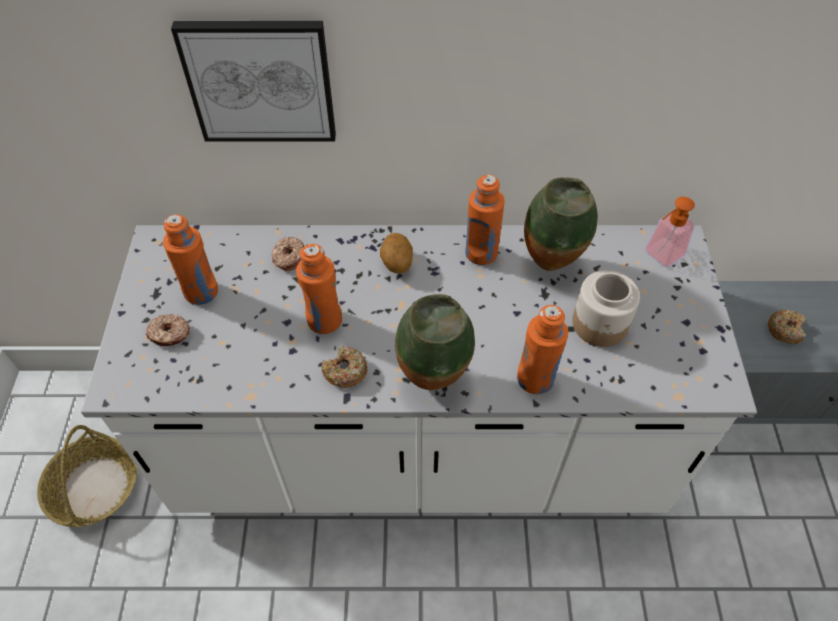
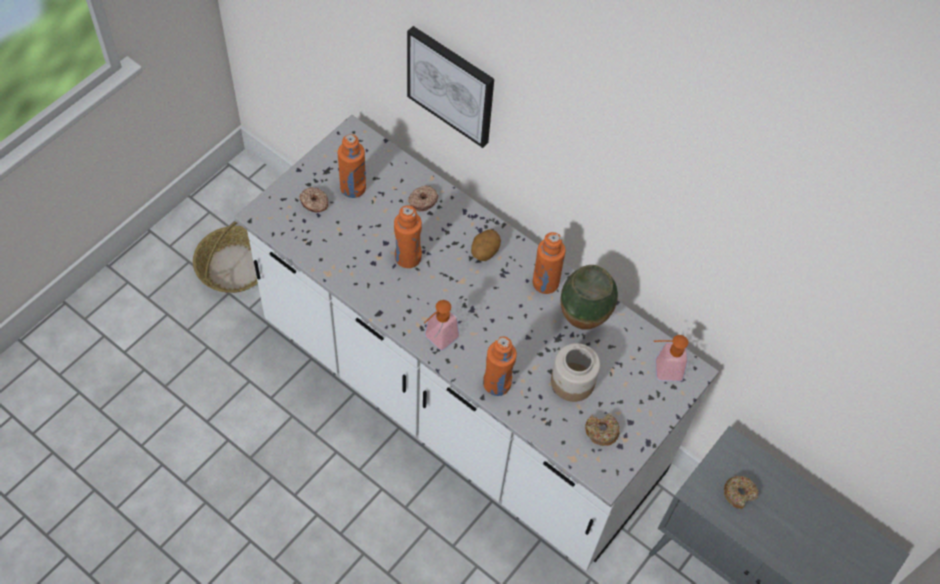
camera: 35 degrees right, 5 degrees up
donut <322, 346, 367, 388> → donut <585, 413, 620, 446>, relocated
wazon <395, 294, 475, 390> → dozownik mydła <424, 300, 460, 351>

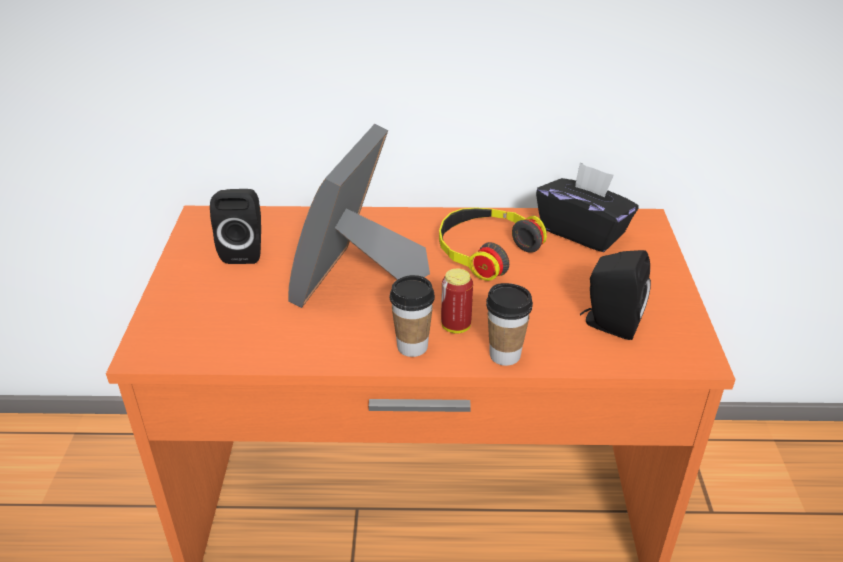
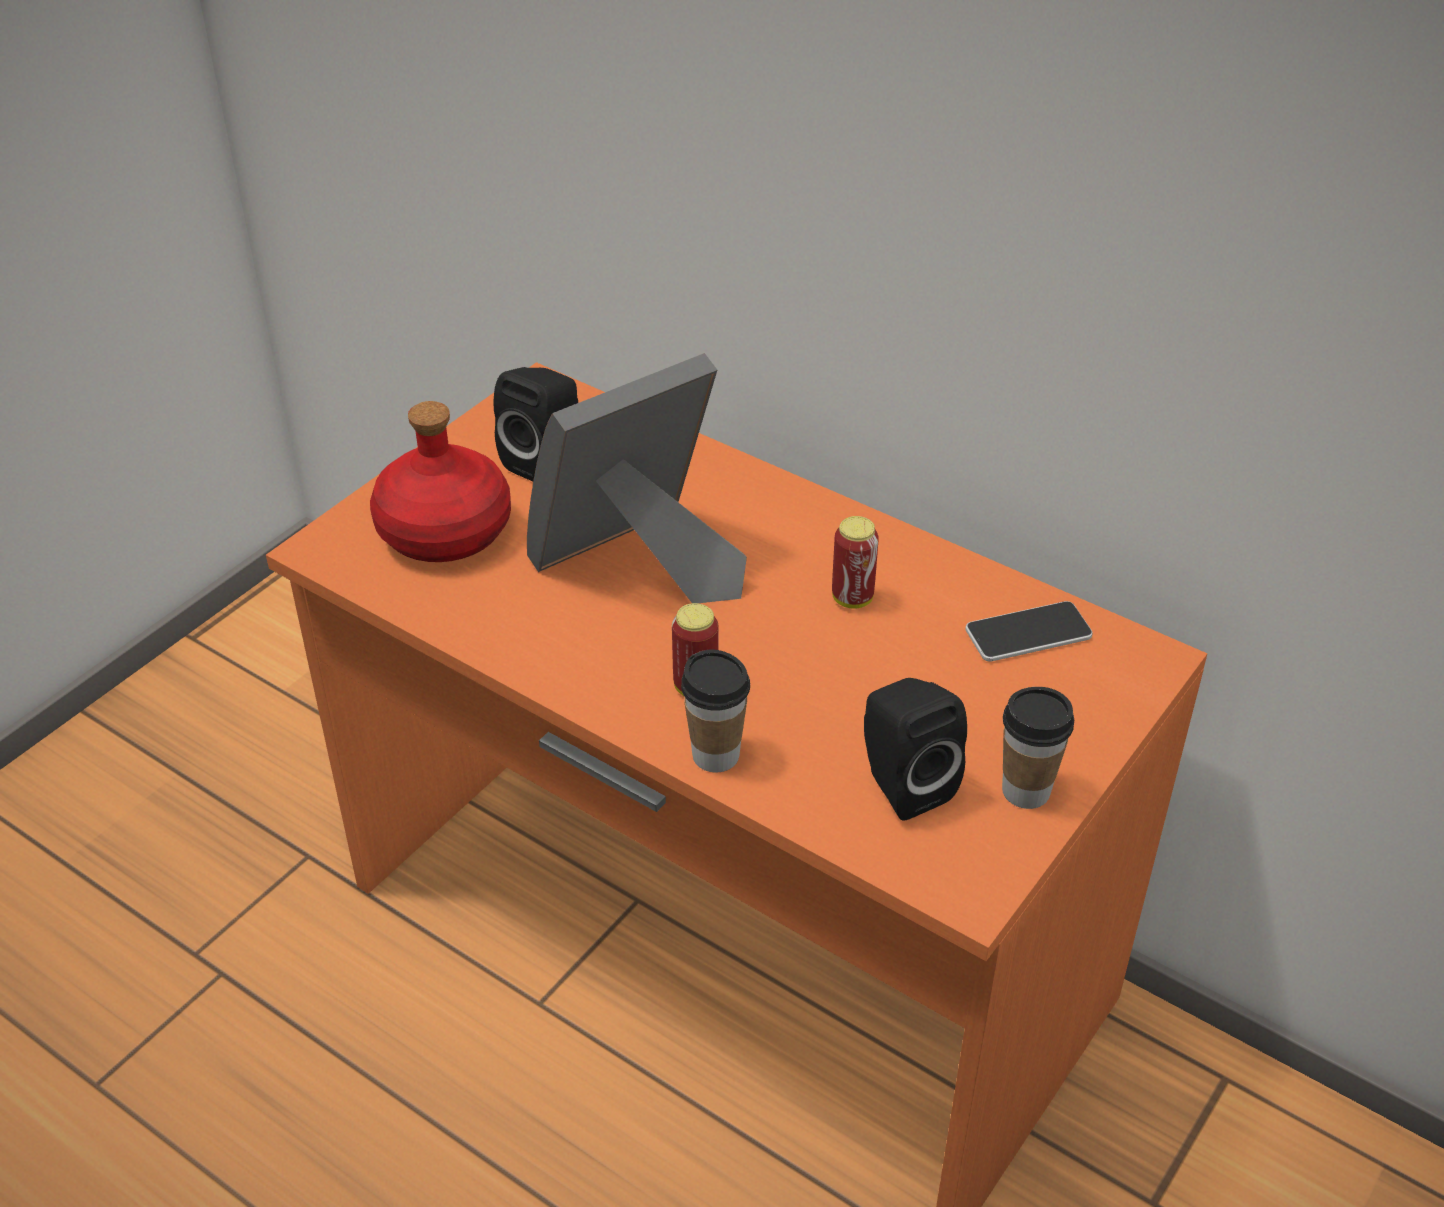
camera: 35 degrees right, 5 degrees up
- → butelka/czerwony <370, 401, 511, 562>
filiżanka <390, 275, 435, 357> → filiżanka <1002, 687, 1074, 809>, relocated
słuchawki <439, 208, 547, 281> → puszka <832, 516, 879, 609>
pudełko chusteczek/czarny <536, 162, 639, 252> → telefon <965, 601, 1093, 662>

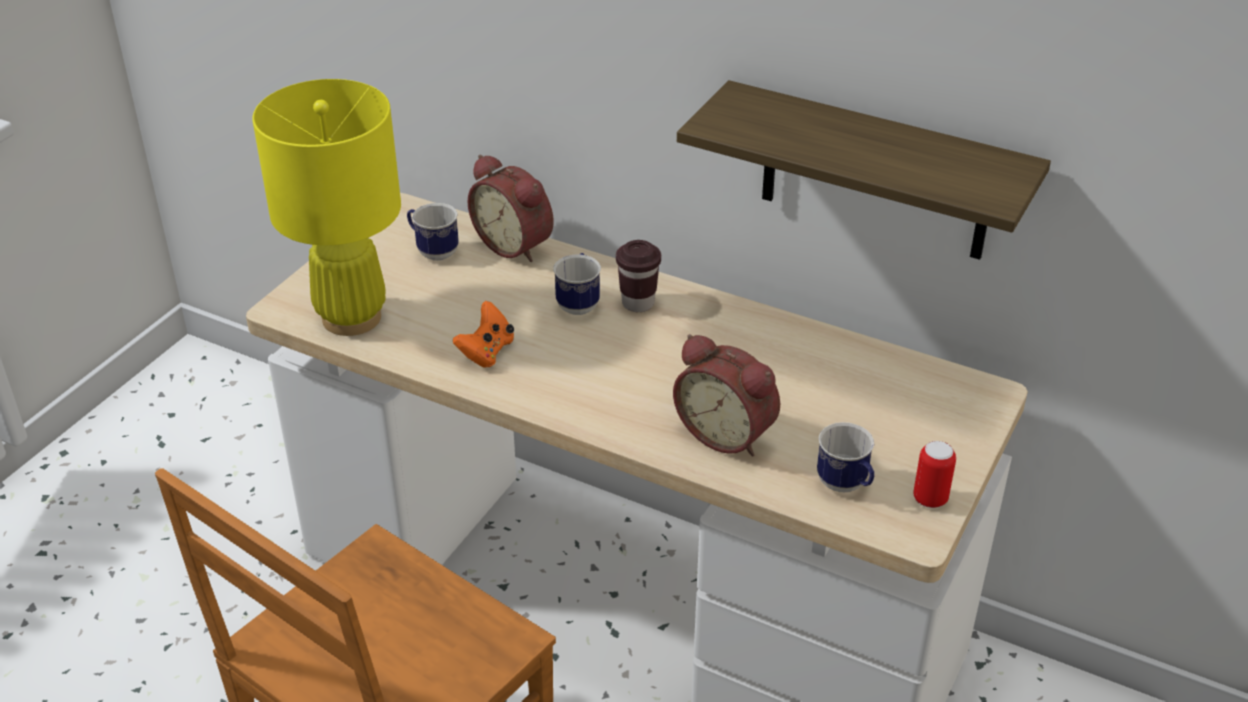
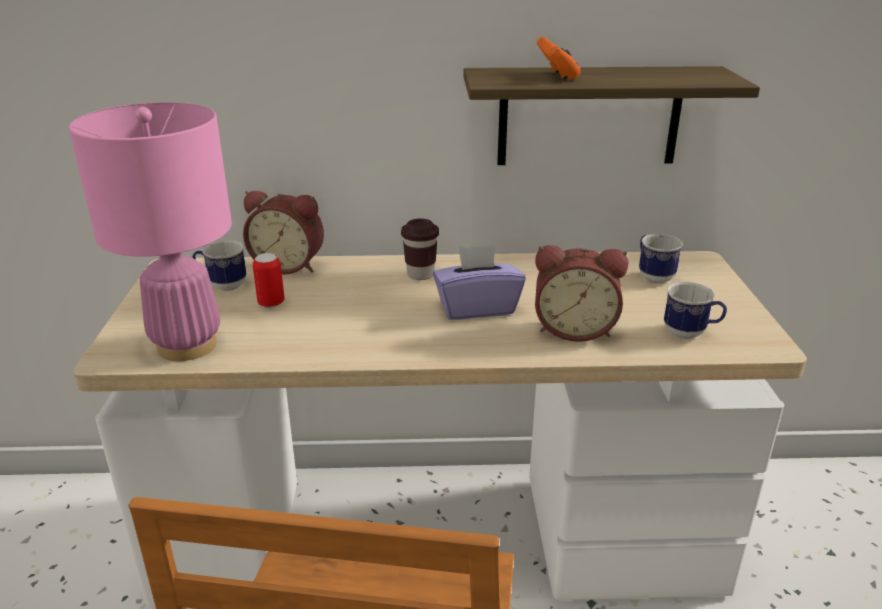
camera: 30 degrees left, 10 degrees down
- → pudełko chusteczek/fioletowy <433, 244, 526, 320>
pad do gier/pomarańczowy <453, 301, 514, 368> → pad do gier/pomarańczowy <537, 37, 581, 80>, relocated
kubek <553, 253, 601, 315> → kubek <639, 234, 683, 284>, relocated
puszka <913, 441, 956, 508> → puszka <253, 253, 284, 308>, relocated
lampa stołowa/żółty <252, 79, 401, 336> → lampa stołowa/różowy <69, 102, 232, 361>

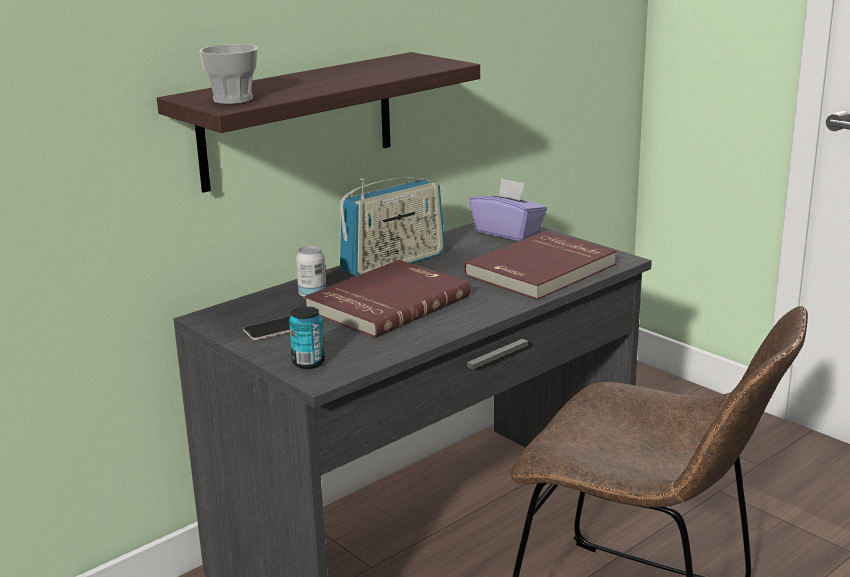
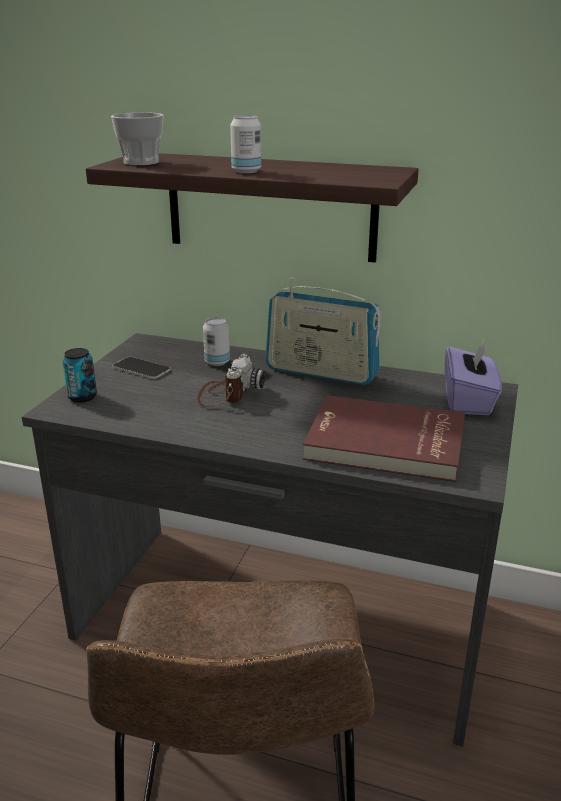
camera: 60 degrees right, 5 degrees up
- → puszka <230, 115, 261, 173>
książka/czerwony <305, 260, 471, 338> → aparat fotograficzny <197, 354, 265, 407>

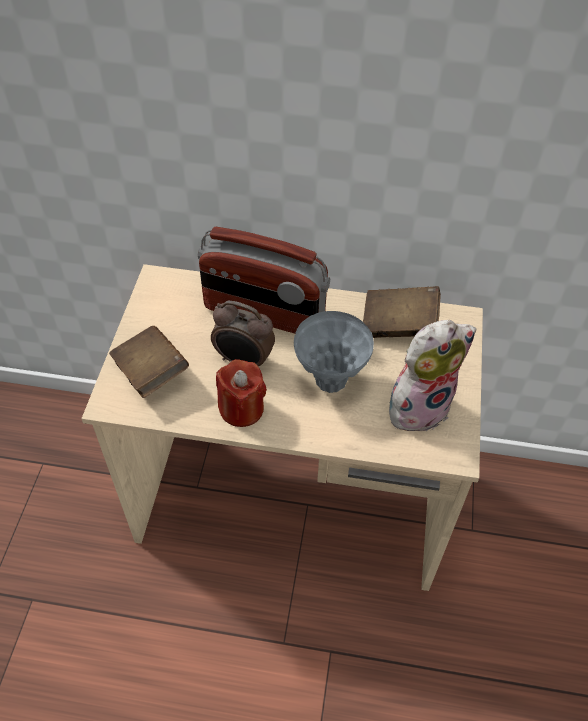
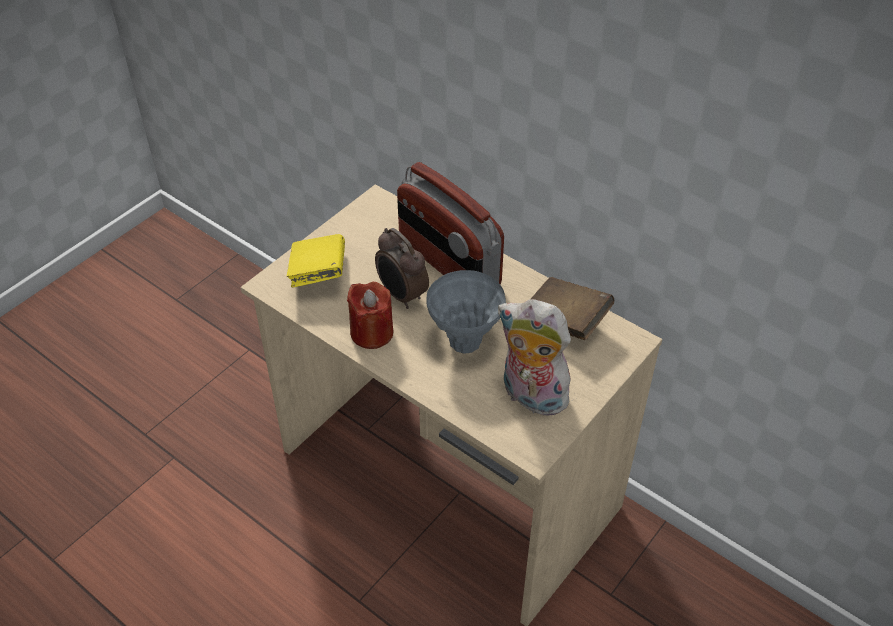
camera: 30 degrees right, 5 degrees down
książka/brązowy <109, 326, 189, 398> → książka/żółty <287, 234, 345, 288>
pluszak <389, 320, 476, 436> → pluszak <498, 299, 571, 417>, 150 degrees counterclockwise

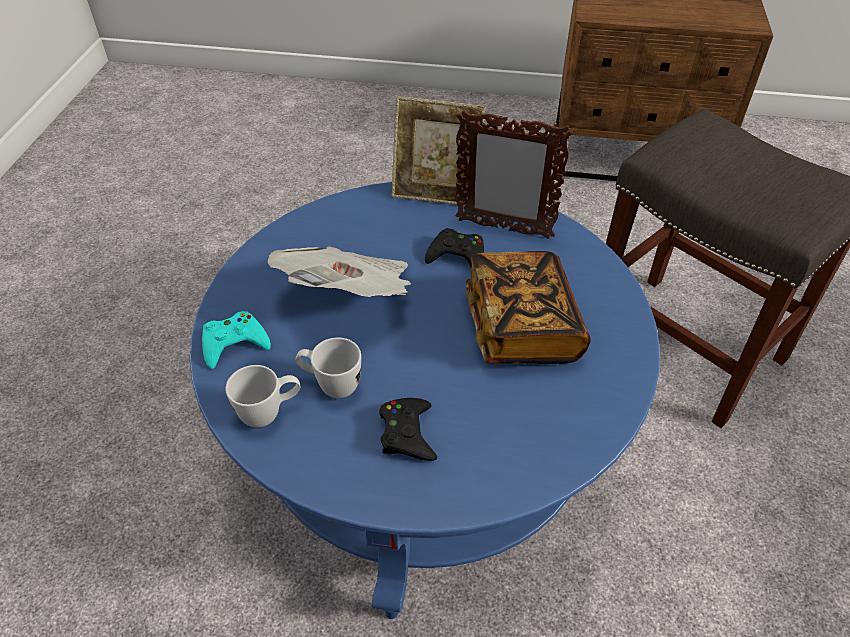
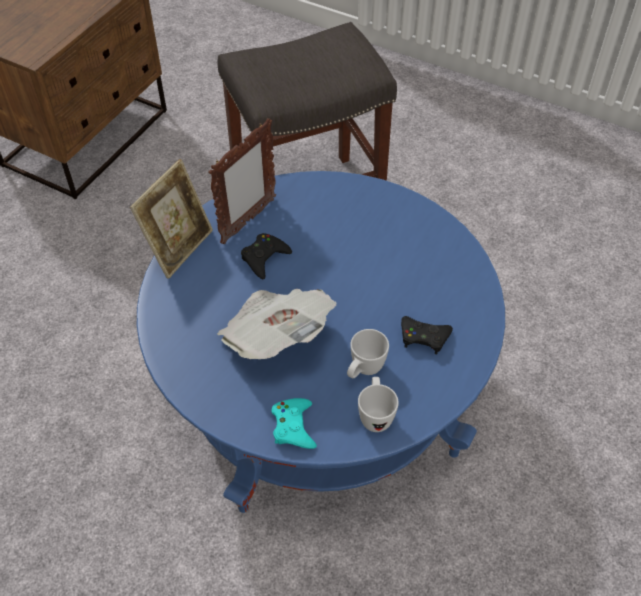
camera: 70 degrees left, 5 degrees up
książka <466, 251, 591, 364> → -

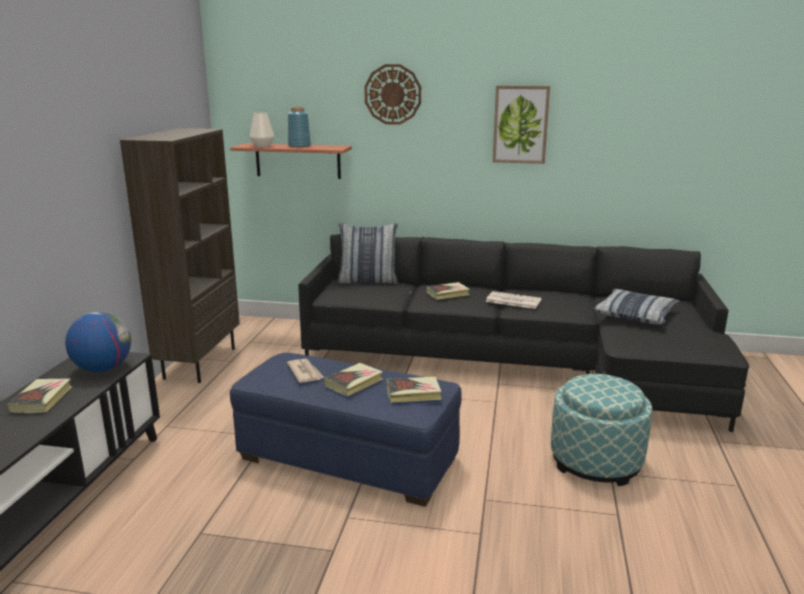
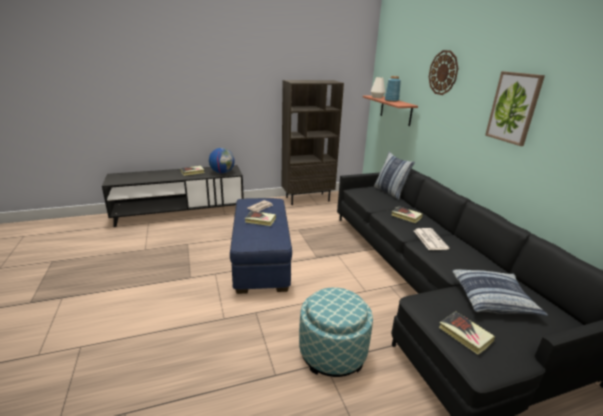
camera: 60 degrees right, 5 degrees up
książka <386, 377, 442, 402> → książka <439, 311, 495, 355>, relocated

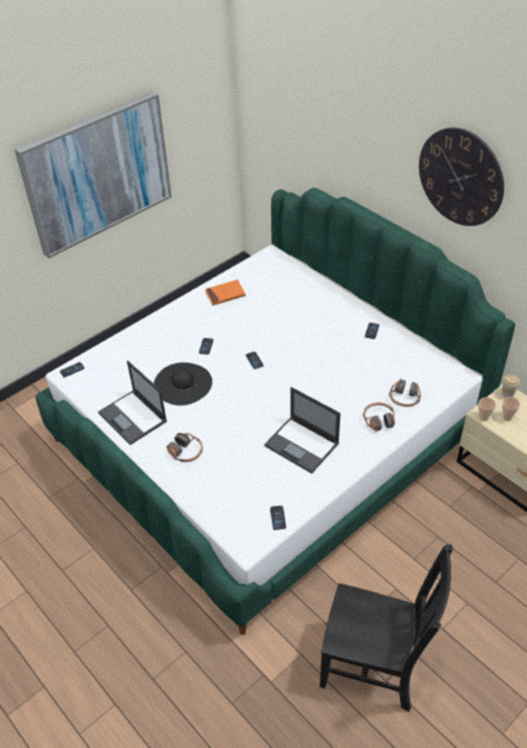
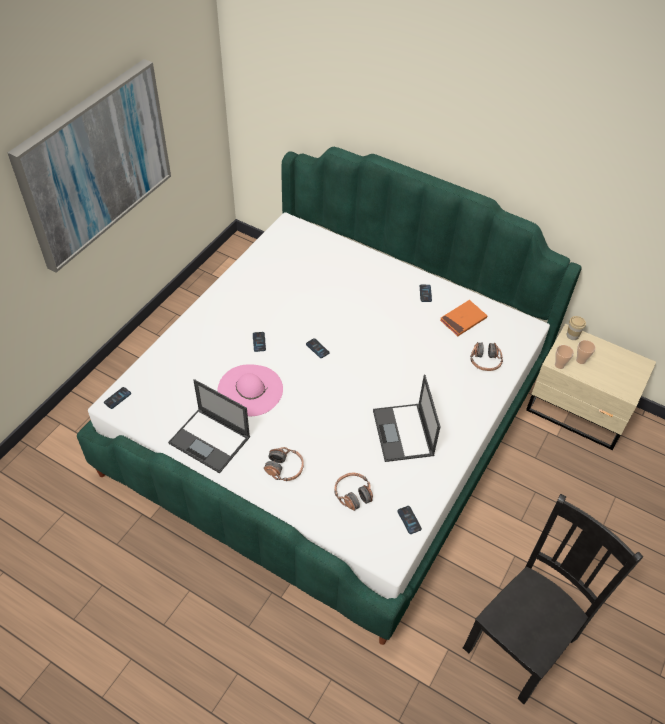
camera: 20 degrees left, 5 degrees up
zegar ścienny <419, 127, 504, 226> → -
książka/pomarańczowy <205, 280, 246, 305> → książka/pomarańczowy <440, 300, 487, 336>, relocated
słuchawki <363, 402, 395, 431> → słuchawki <335, 473, 373, 511>, relocated
kapelusz/czarny <154, 362, 212, 406> → kapelusz/różowy <217, 364, 283, 416>
laptop <264, 387, 341, 474> → laptop <373, 375, 441, 462>, 60 degrees clockwise
krzesło/czarny <320, 544, 453, 712> → krzesło/czarny <463, 494, 643, 704>, 45 degrees counterclockwise

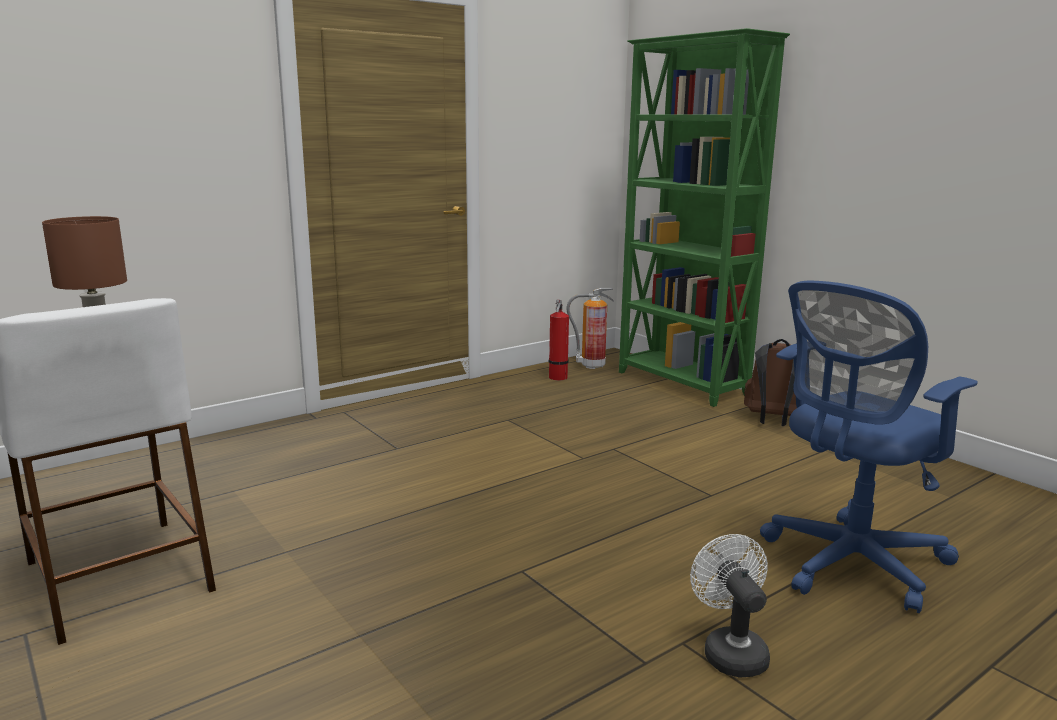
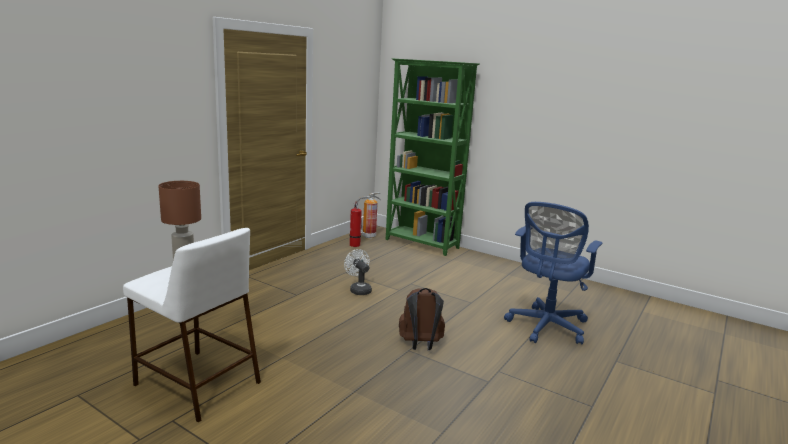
camera: 20 degrees left, 0 degrees up
wentylator/biały <690, 534, 770, 678> → wentylator/biały <344, 249, 372, 295>, relocated
plecak/brązowy <744, 339, 797, 426> → plecak/brązowy <399, 288, 445, 350>, relocated

